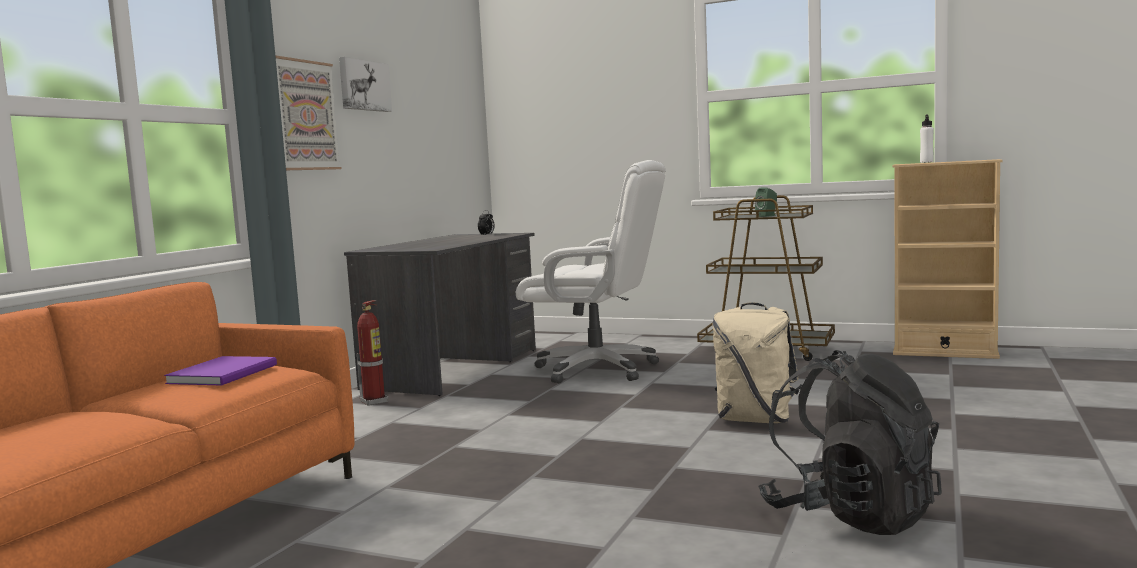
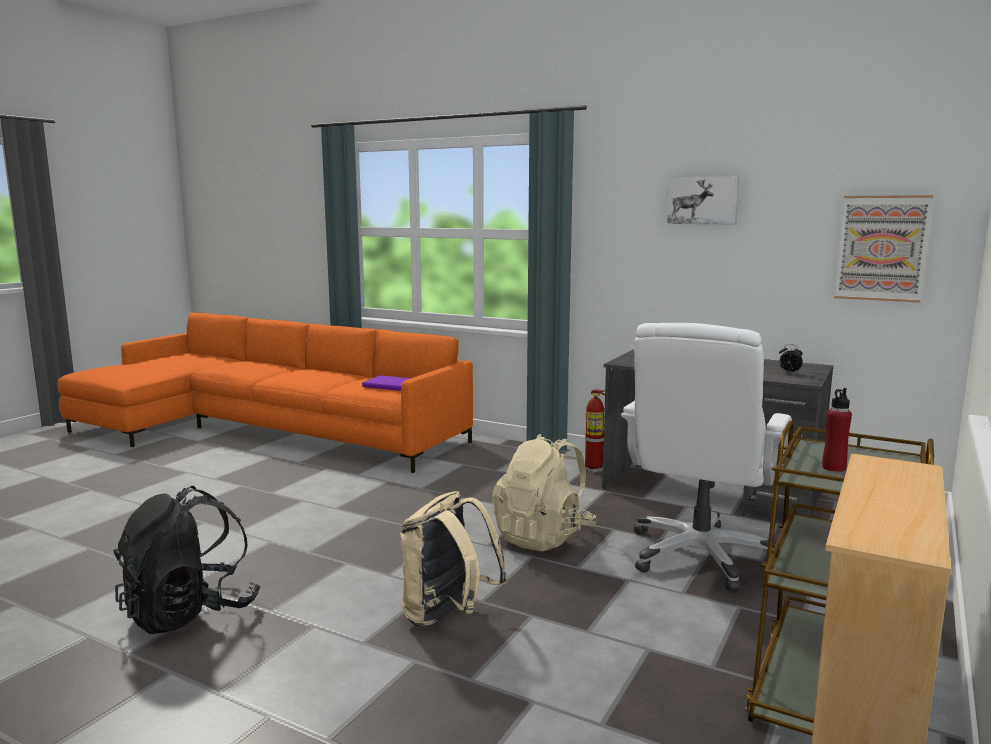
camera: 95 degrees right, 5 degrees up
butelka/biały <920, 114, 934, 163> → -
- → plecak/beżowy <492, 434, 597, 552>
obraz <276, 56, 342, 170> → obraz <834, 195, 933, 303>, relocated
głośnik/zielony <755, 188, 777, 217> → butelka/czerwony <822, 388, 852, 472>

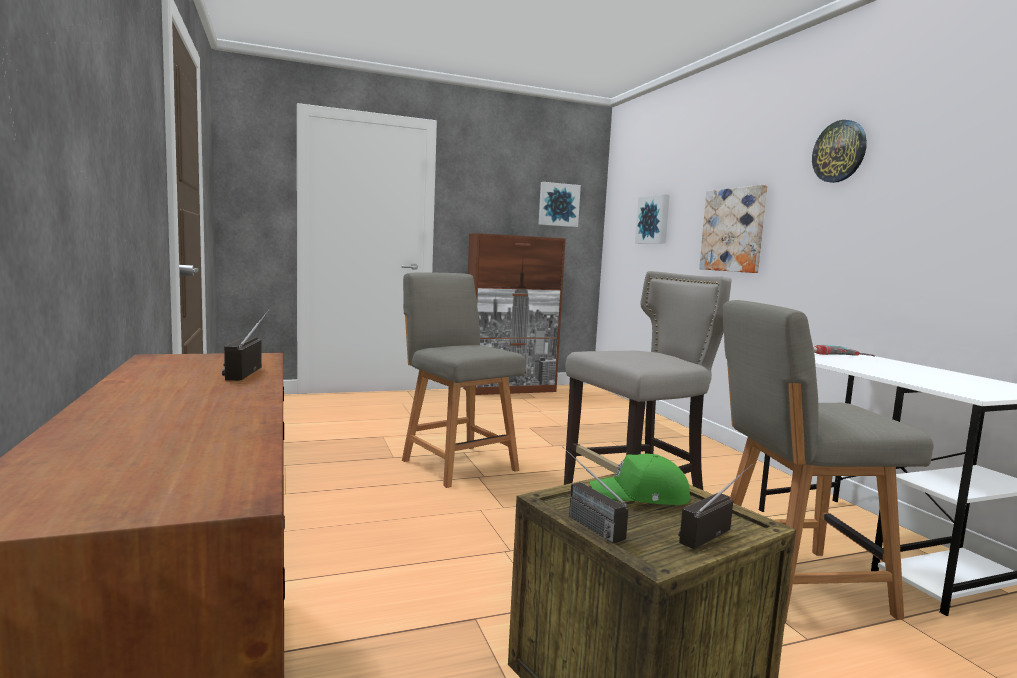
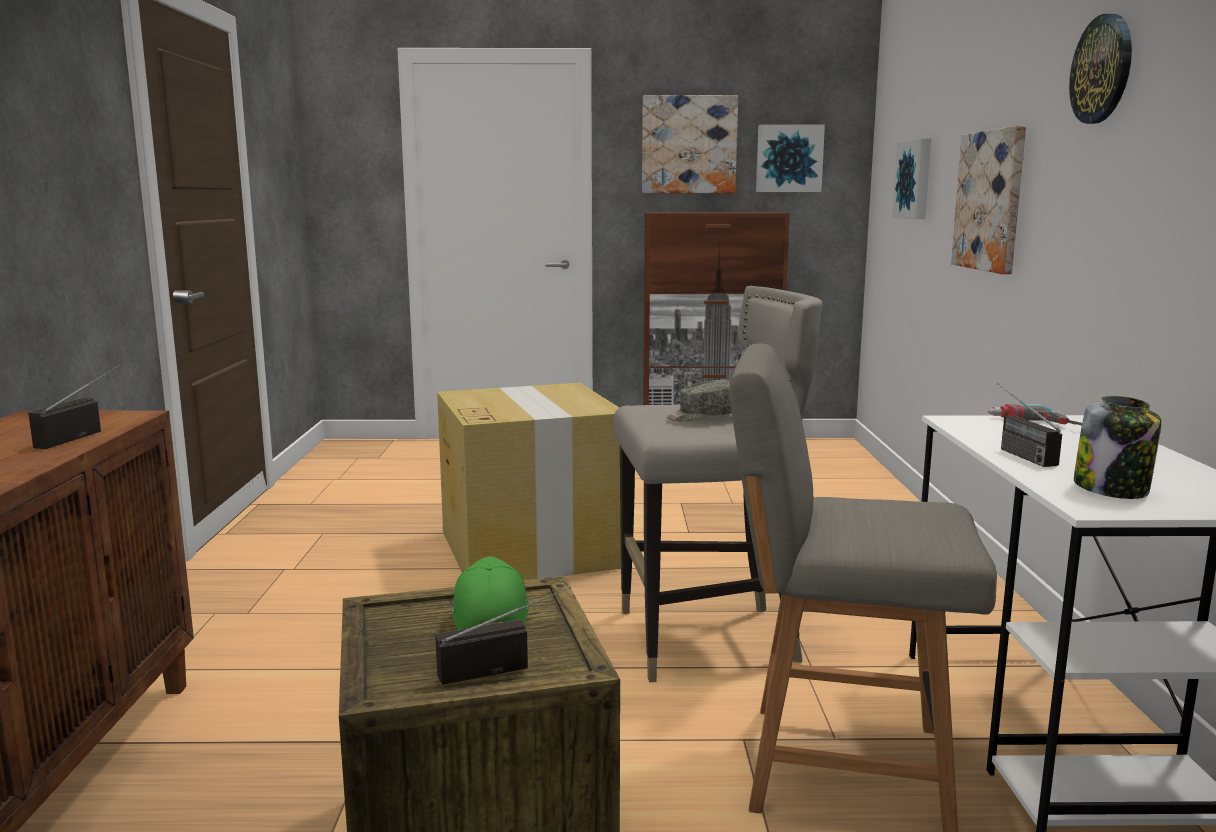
camera: 20 degrees right, 5 degrees up
- → obraz <642, 95, 738, 193>
- → czapka z daszkiem/szary <667, 380, 732, 422>
- → słoik <1074, 396, 1161, 499>
radio <562, 446, 628, 543> → radio <997, 383, 1062, 467>, relocated
krzesło/szary <402, 272, 526, 488> → karton <437, 383, 621, 580>
czapka z daszkiem/zielony <589, 454, 690, 505> → czapka z daszkiem/zielony <452, 556, 529, 630>, 60 degrees clockwise

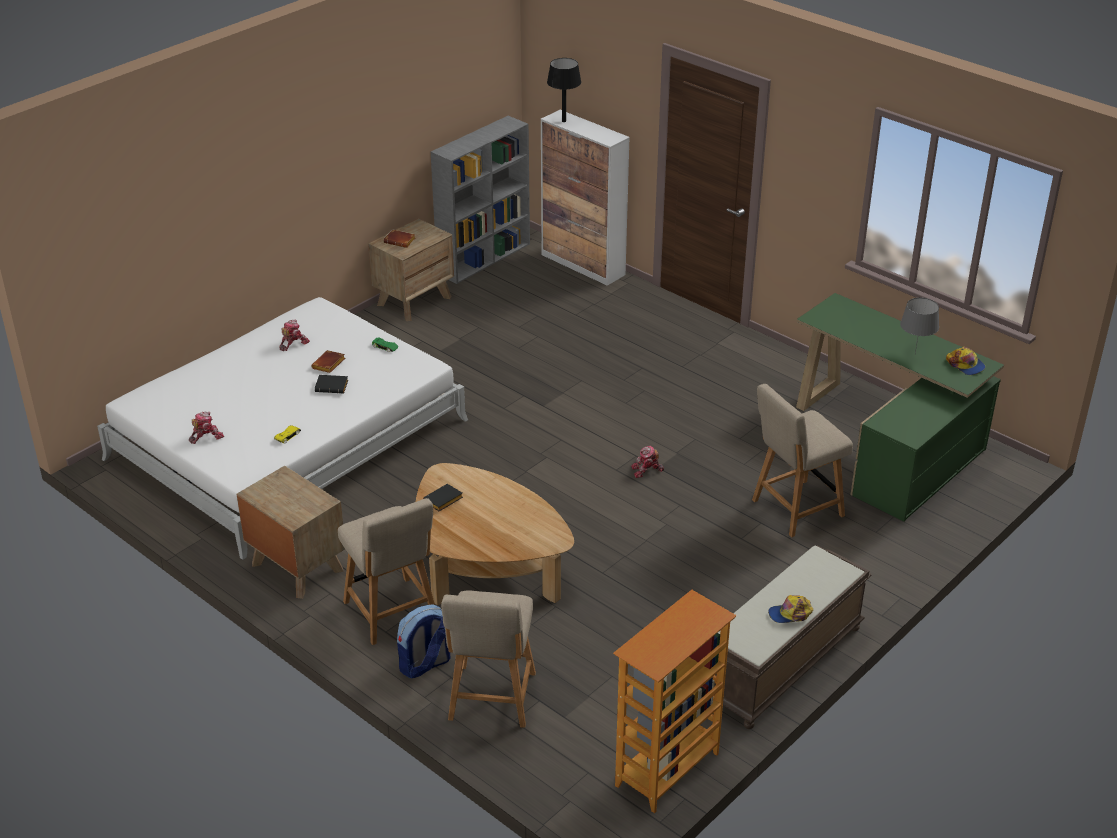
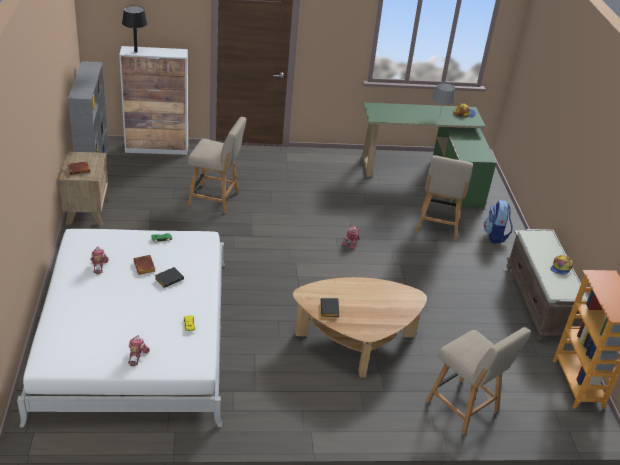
camera: 50 degrees left, 0 degrees up
szafka nocna/brązowy <236, 466, 345, 599> → -
krzesło/beżowy <338, 498, 435, 645> → krzesło/beżowy <188, 117, 246, 214>, relocated
plecak <397, 604, 450, 679> → plecak <484, 200, 513, 243>, relocated

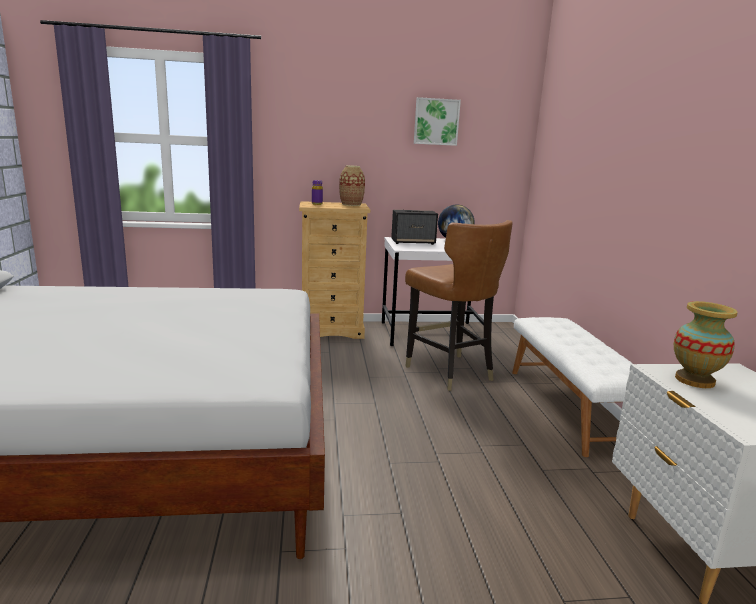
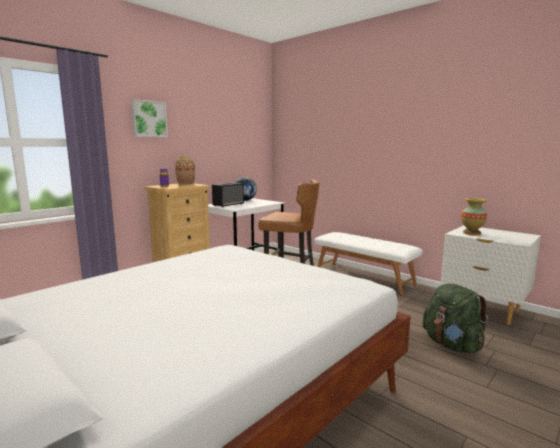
camera: 40 degrees left, 5 degrees down
- → plecak/zielony <423, 284, 488, 354>
obraz <414, 97, 461, 146> → obraz <131, 99, 168, 137>, relocated

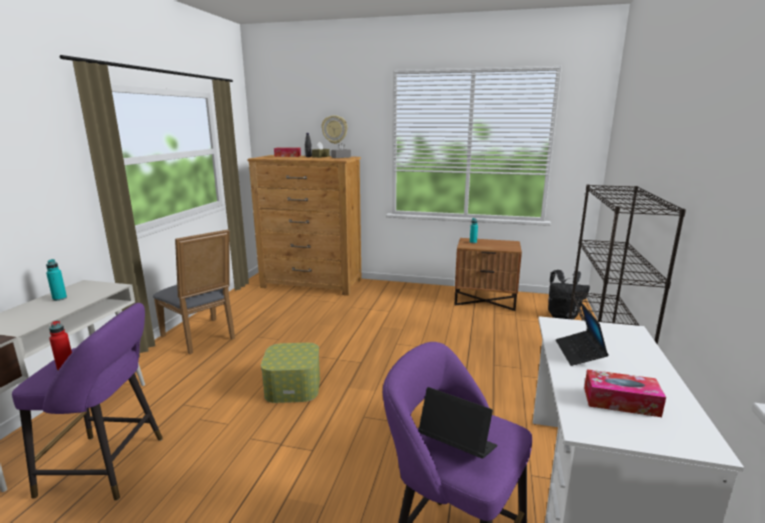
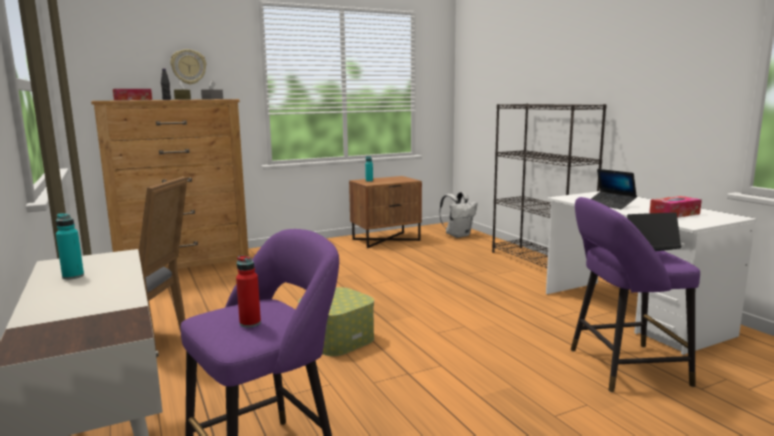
camera: 40 degrees left, 5 degrees down
plecak/czarny <548, 270, 590, 319> → plecak/biały <439, 192, 478, 238>

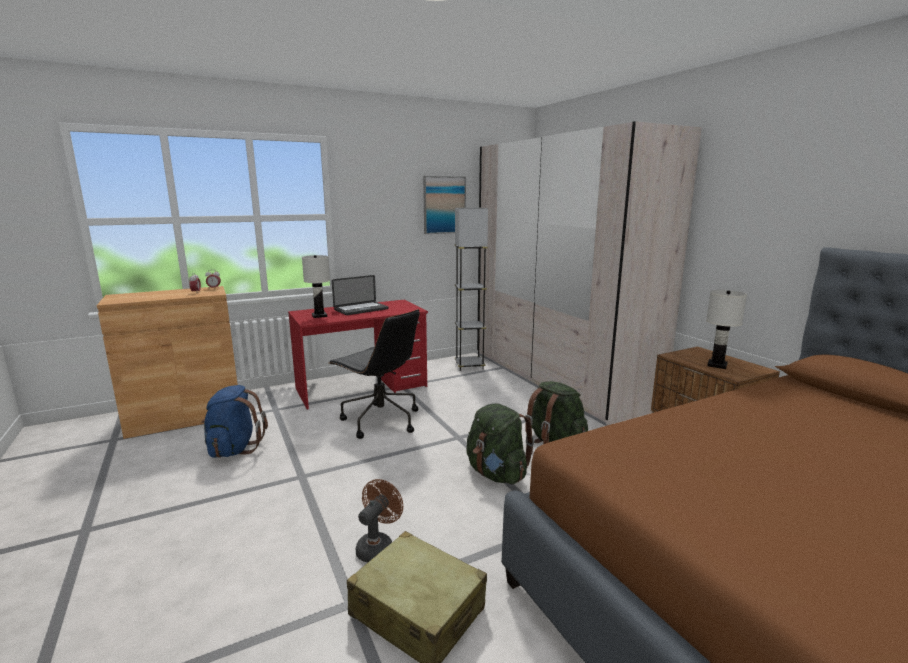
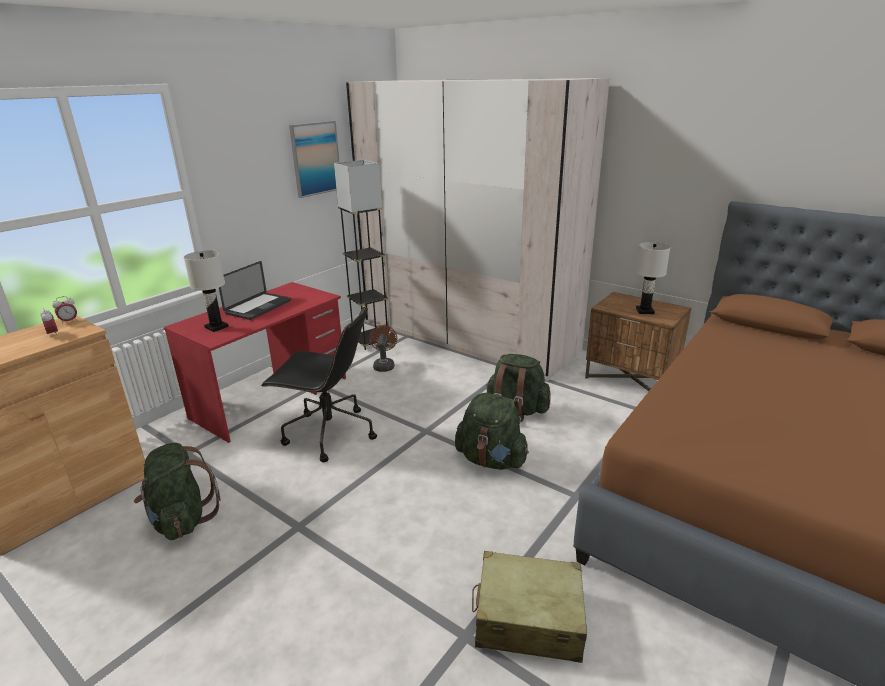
camera: 25 degrees left, 10 degrees up
wentylator/brązowy <356, 479, 403, 563> → wentylator/brązowy <369, 325, 397, 372>, relocated
plecak/niebieski <201, 385, 268, 458> → plecak/zielony <134, 443, 221, 540>

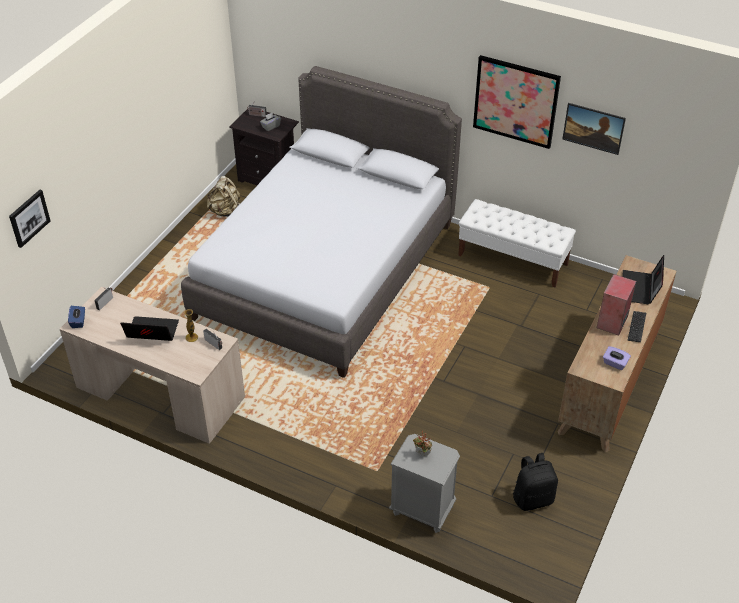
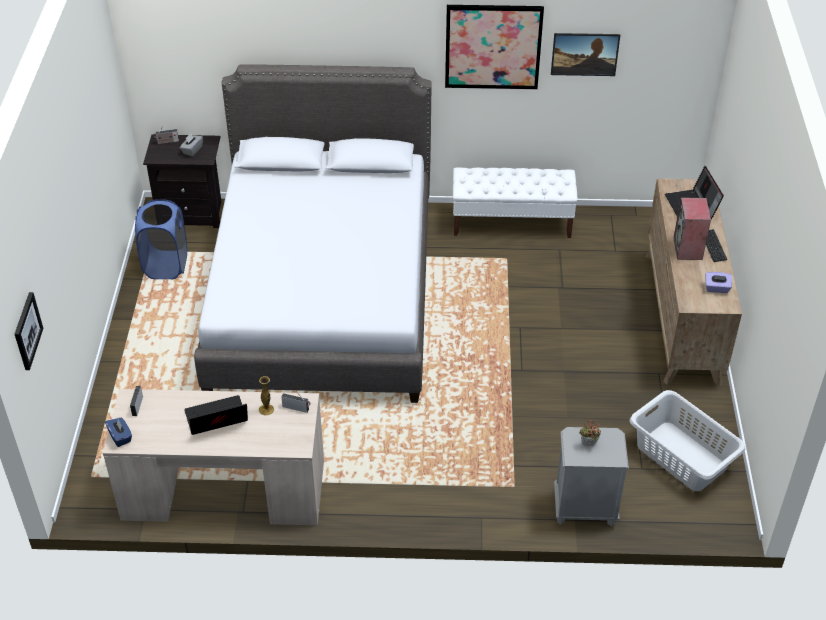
camera: 25 degrees left, 0 degrees up
plecak/beżowy <206, 176, 241, 217> → kosz na pranie/niebieski <135, 199, 187, 279>
plecak/czarny <513, 453, 558, 511> → kosz na pranie/szary <630, 390, 745, 491>

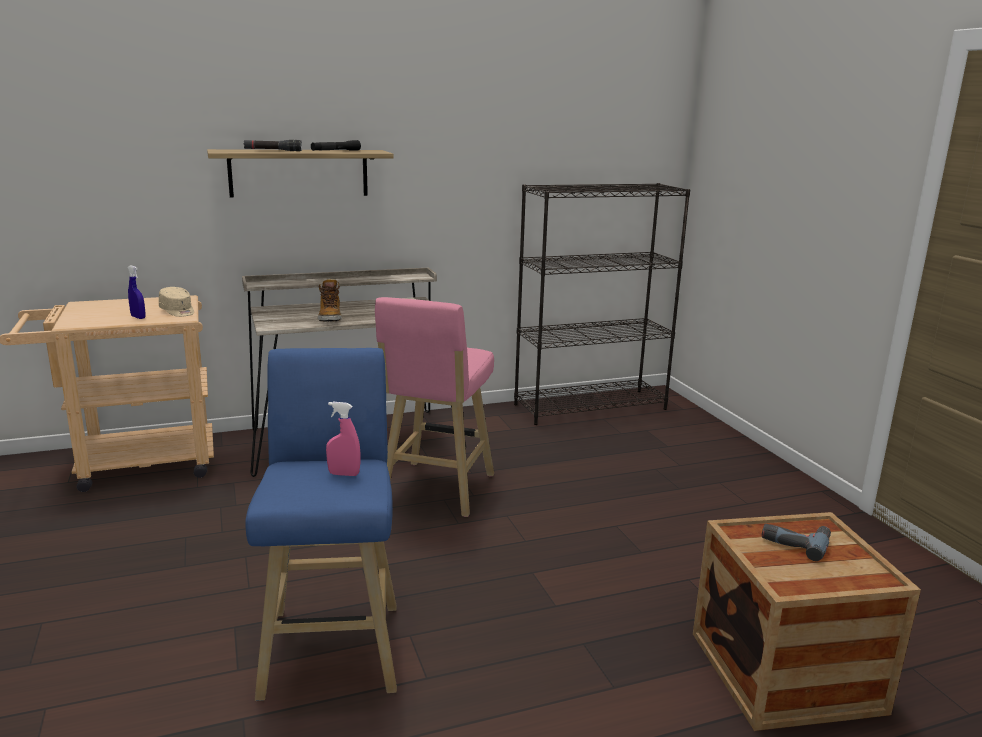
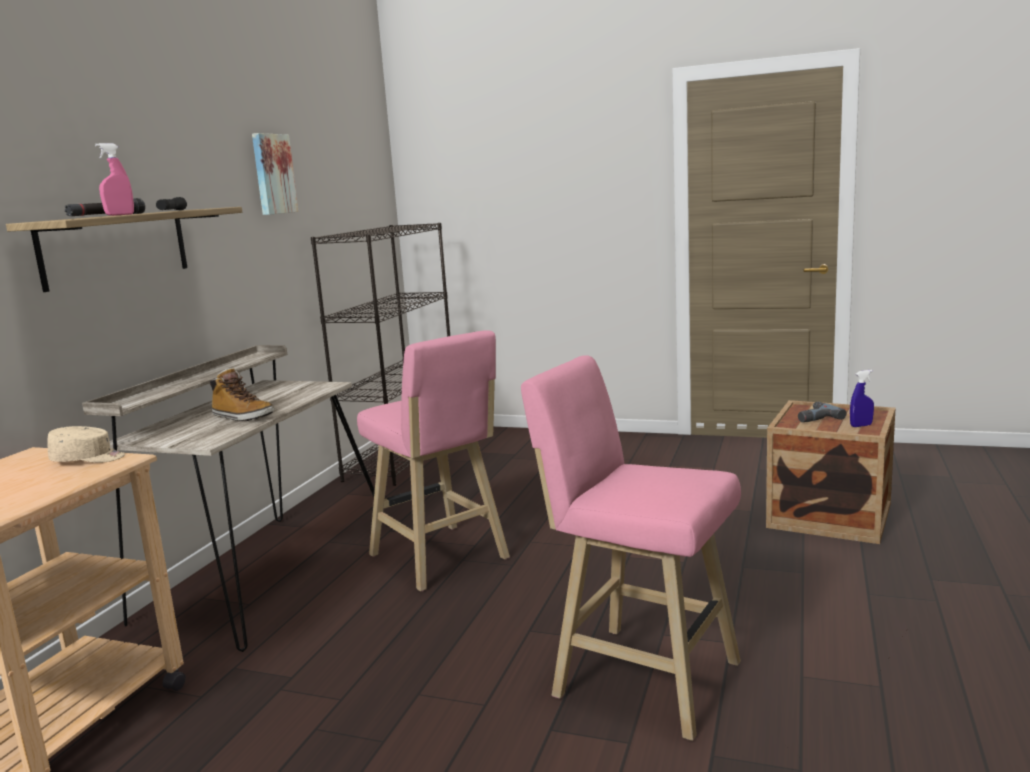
camera: 50 degrees left, 5 degrees down
- → obraz <252, 133, 299, 215>
spryskiwacz/niebieski <128, 265, 146, 319> → spryskiwacz/niebieski <850, 370, 874, 427>, relocated
spryskiwacz/różowy <326, 402, 361, 476> → spryskiwacz/różowy <95, 143, 134, 216>, relocated
stołek/niebieski <245, 348, 397, 701> → stołek/różowy <521, 355, 741, 741>

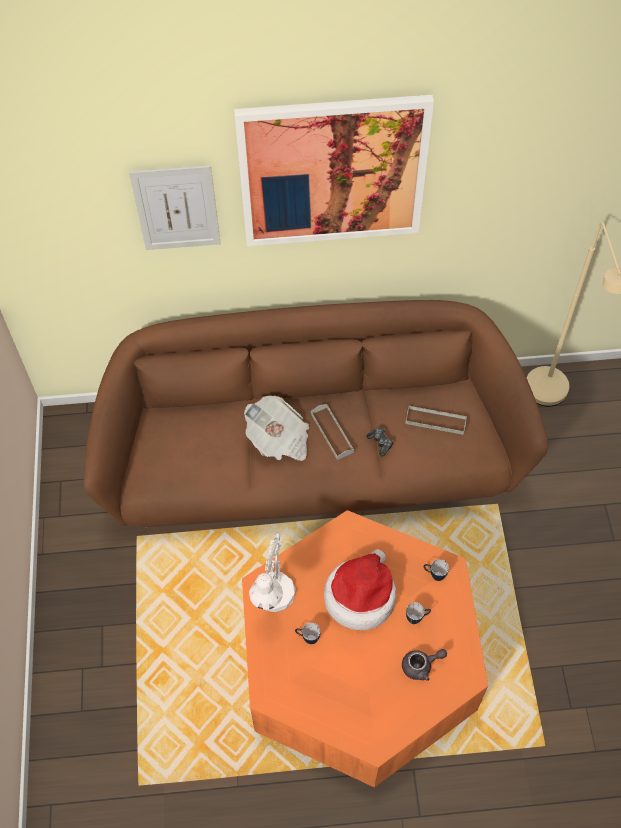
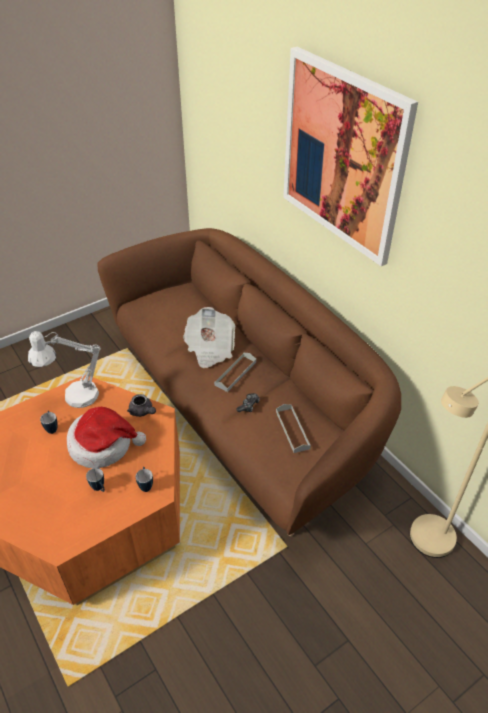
camera: 60 degrees right, 15 degrees down
obraz <129, 165, 221, 250> → -
imbryk/szary <402, 649, 447, 681> → imbryk/szary <127, 394, 156, 417>, relocated

